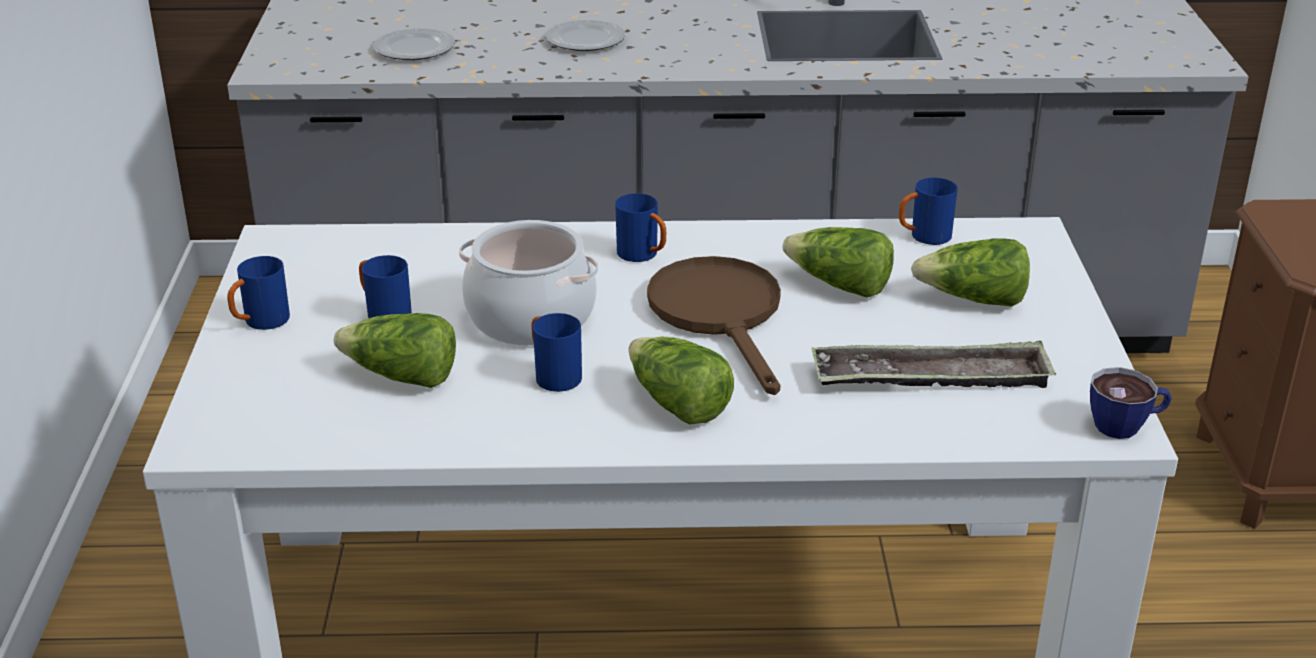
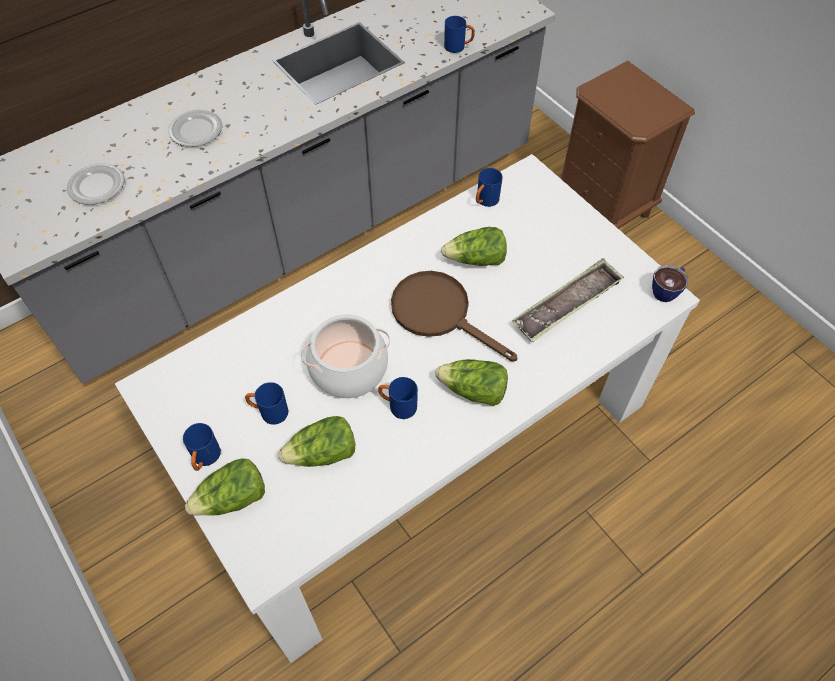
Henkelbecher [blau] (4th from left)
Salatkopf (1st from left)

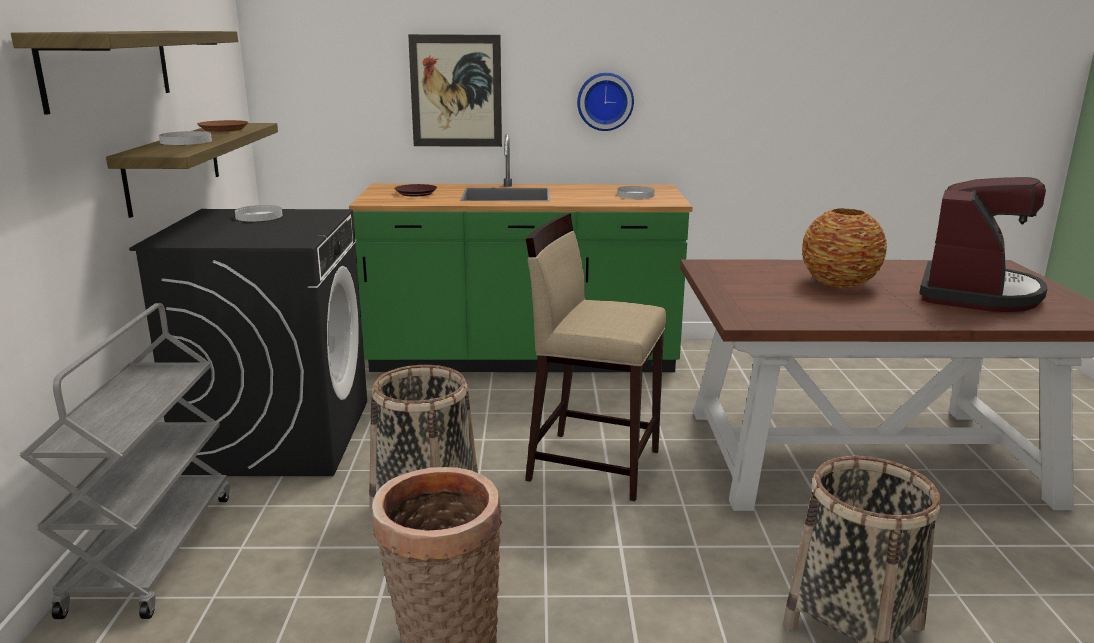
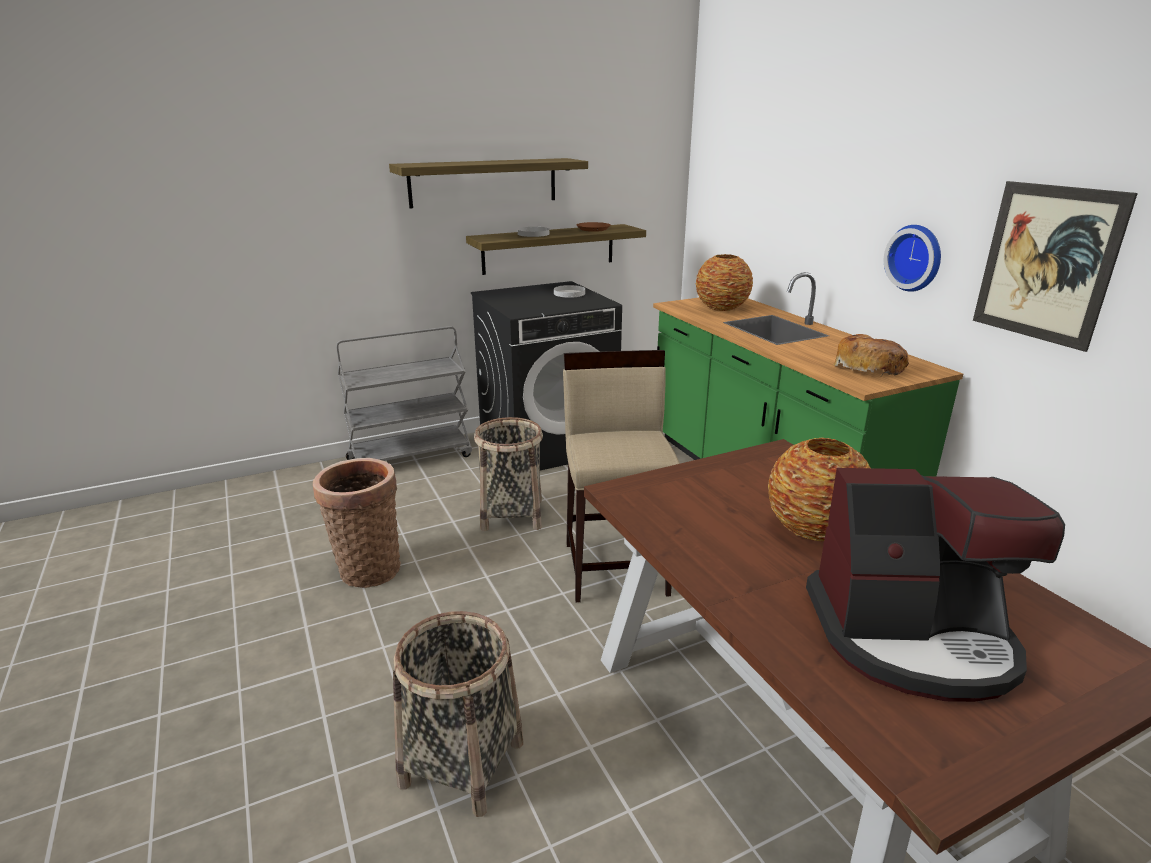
Bild
Vase (1st from left)
Brot

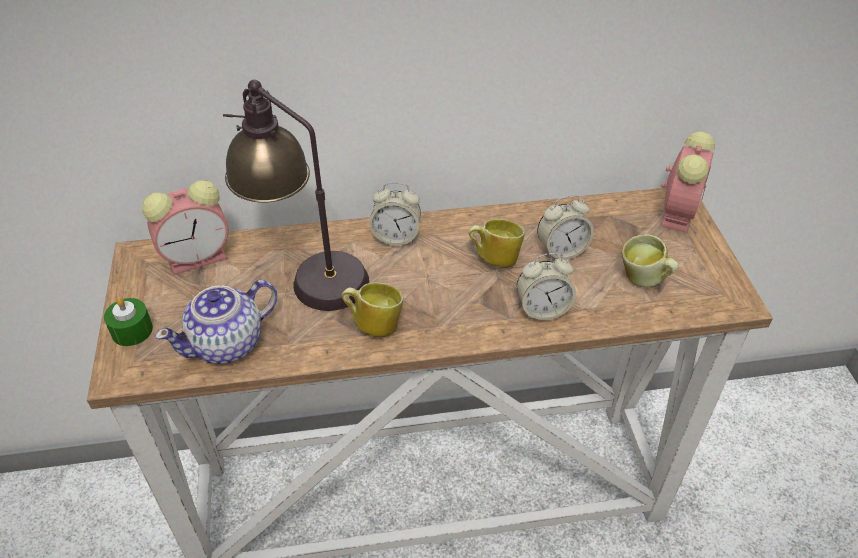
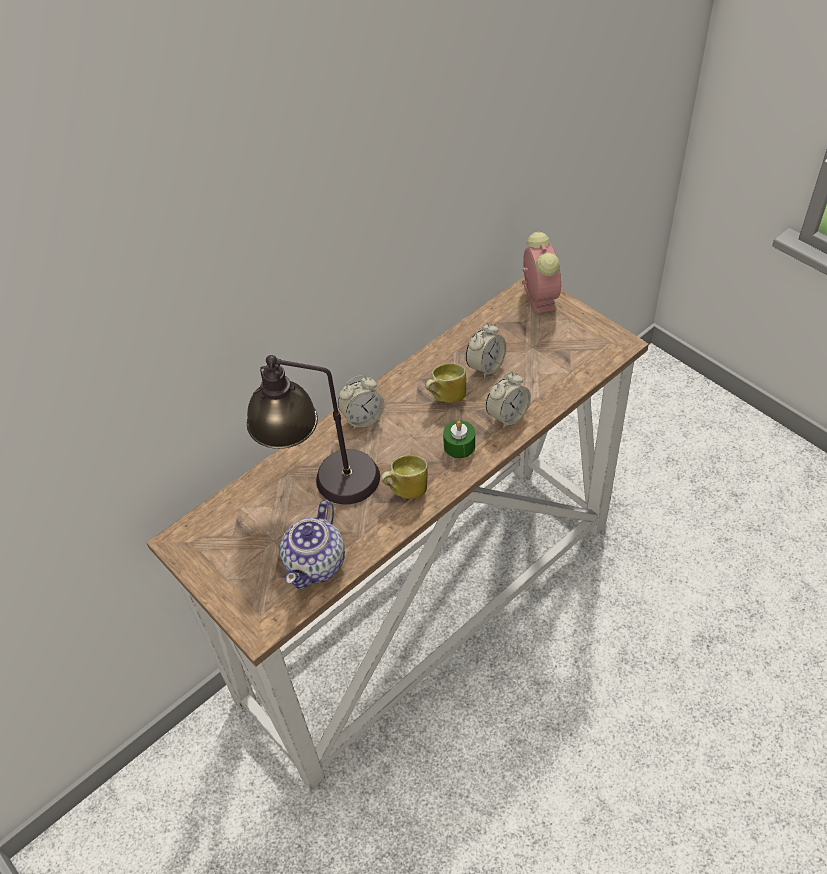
Wecker (1st from left in the first image)
Henkelbecher (3rd from left in the first image)
Kerze [grün]

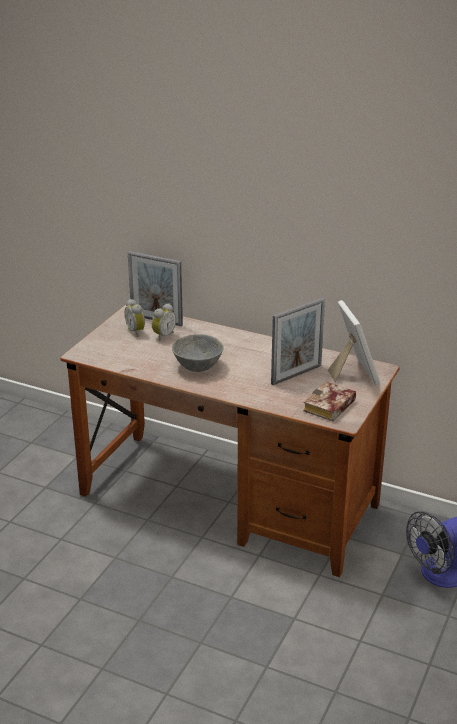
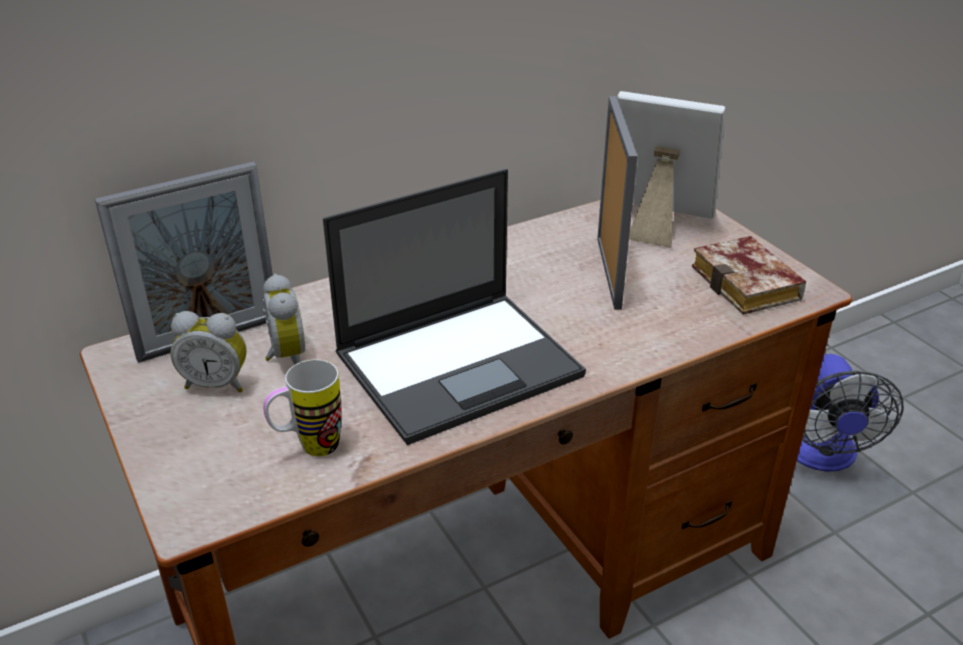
Laptop
Henkelbecher

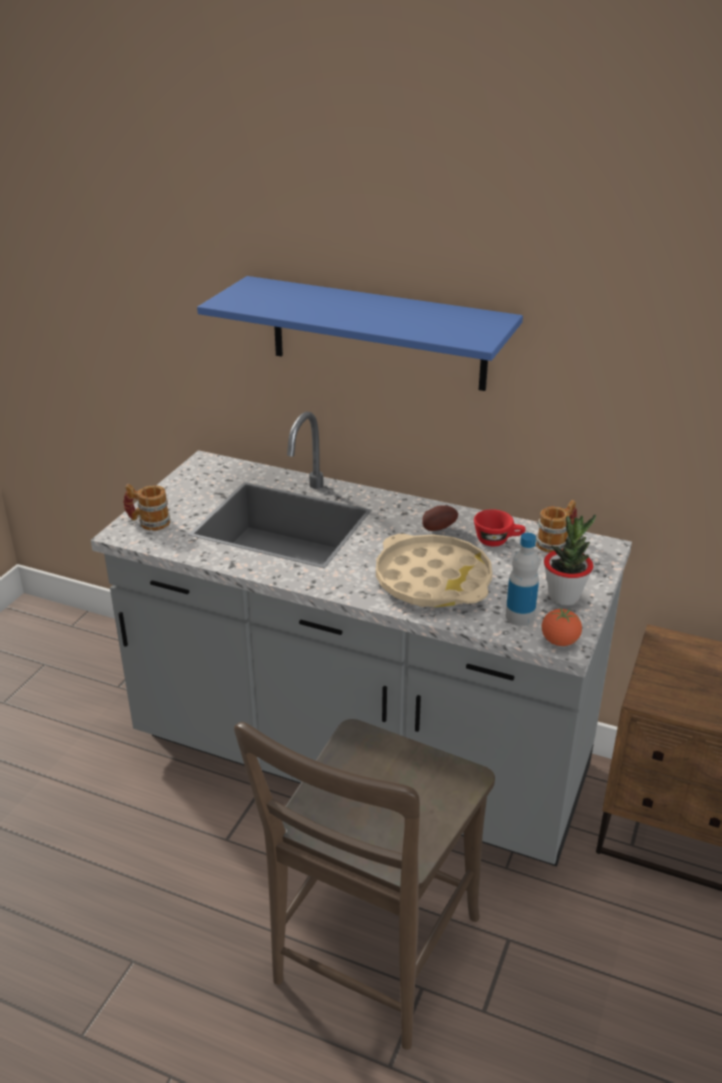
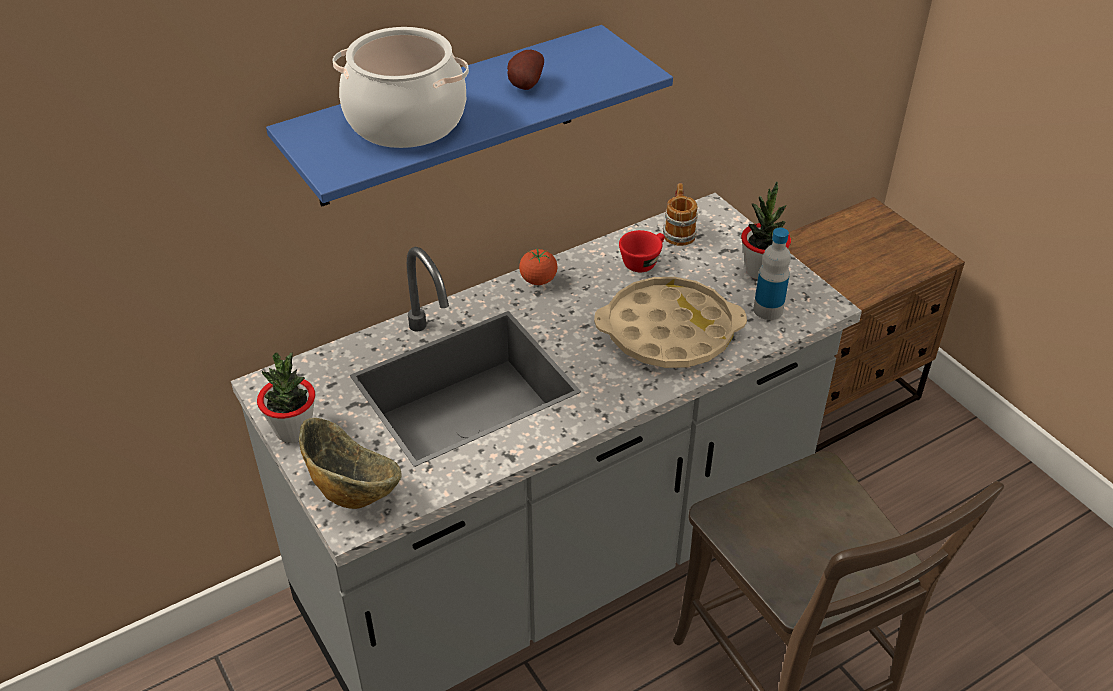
Schüssel
Kartoffel
Tomate
Kochtopf
Topfpflanze (1st from left)

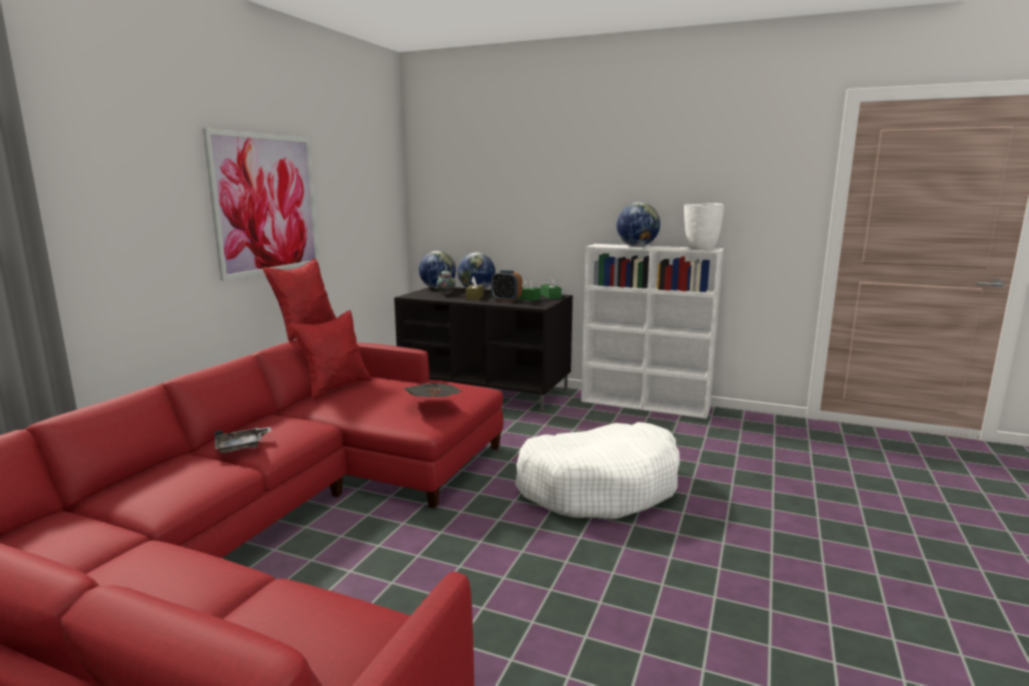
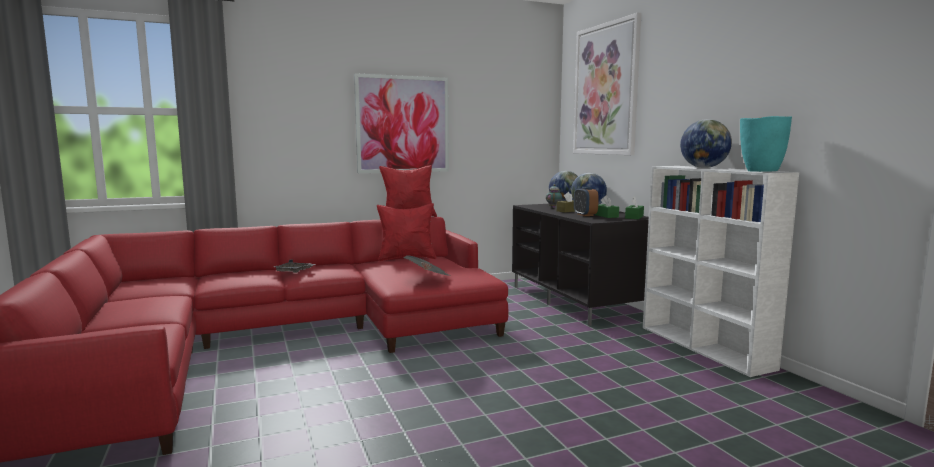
Vase [türkis]
Hundebett [weiß]
Bild (2nd from left)

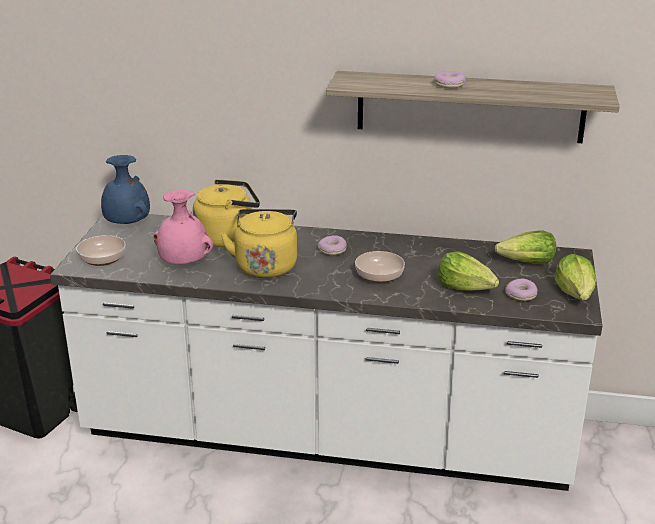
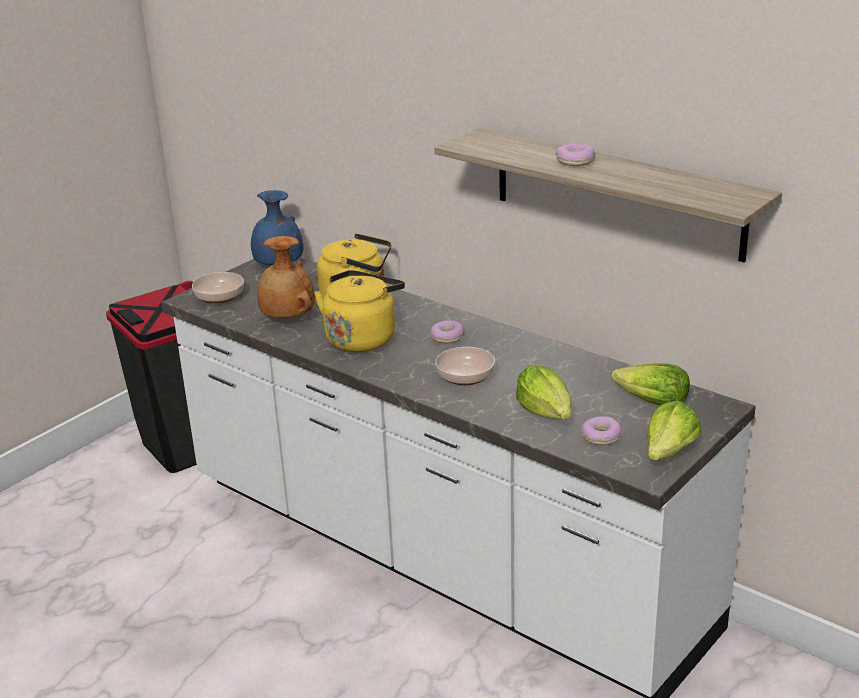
Vase [braun]

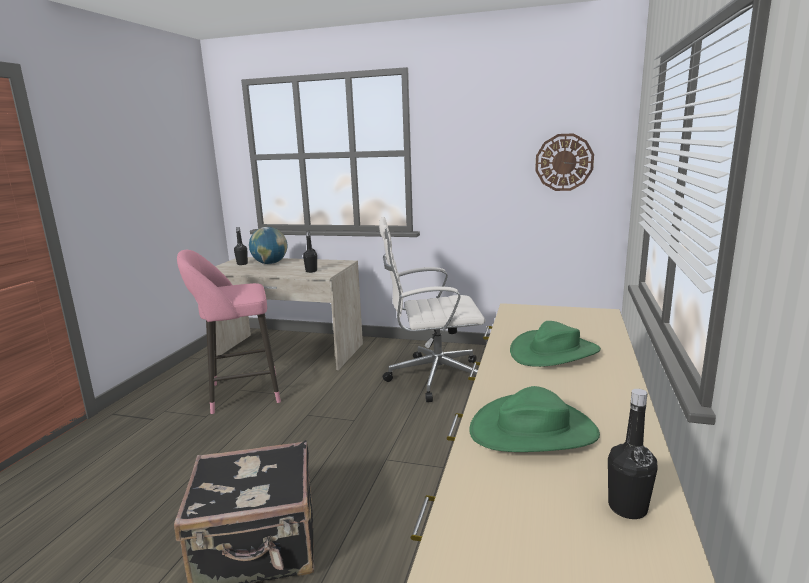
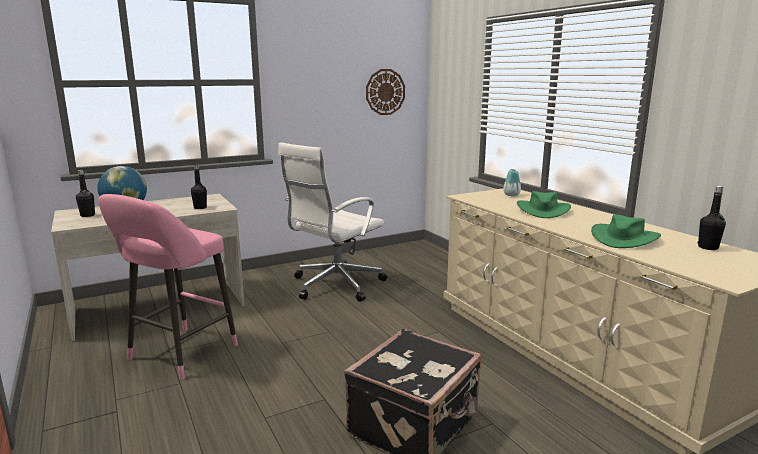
Vase

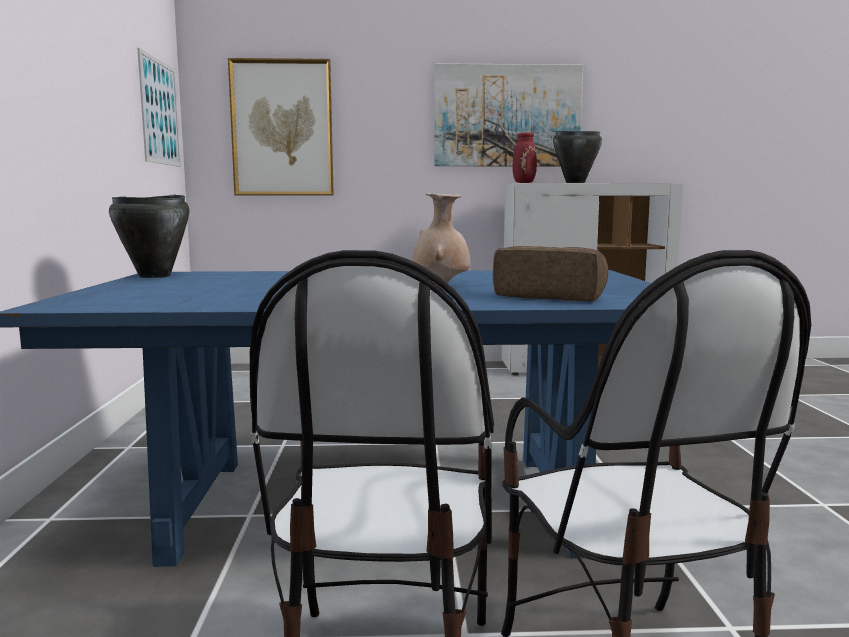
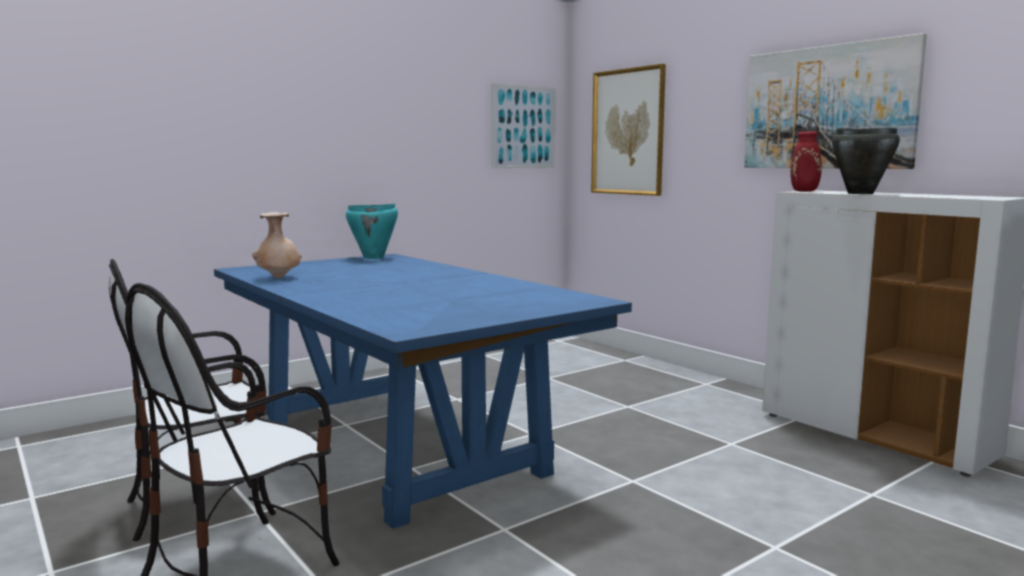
Vase [beige]
Kochtopf [türkis]
Brot

